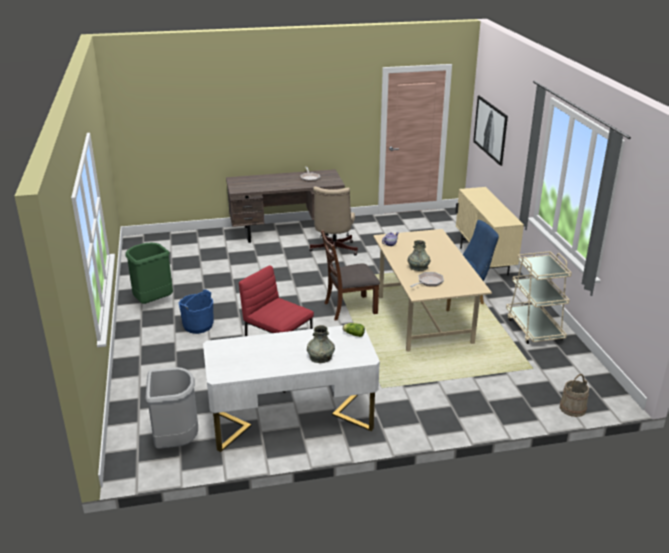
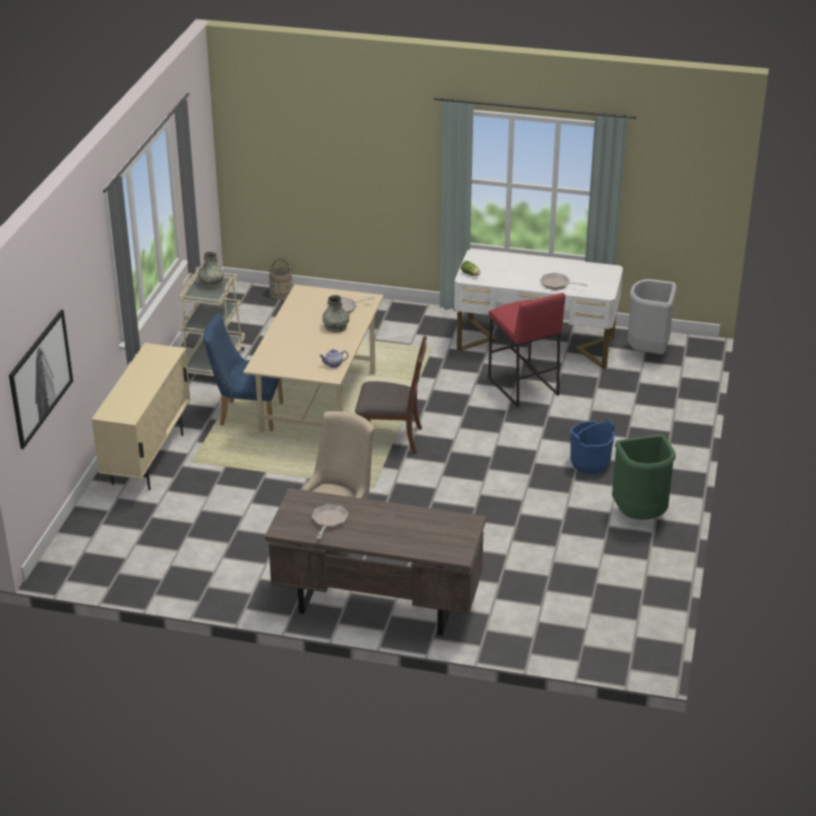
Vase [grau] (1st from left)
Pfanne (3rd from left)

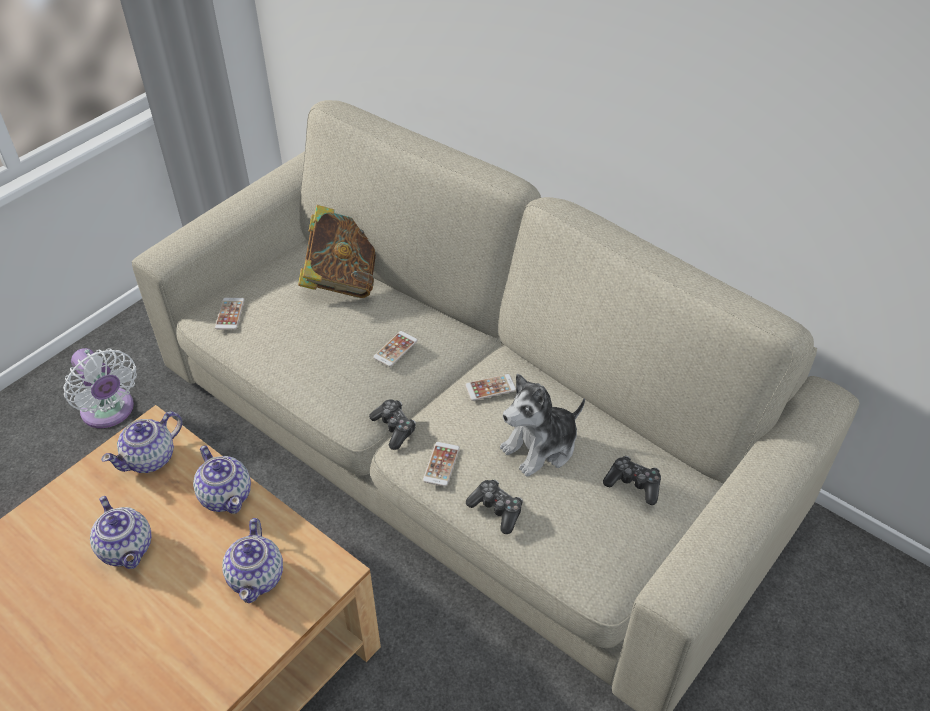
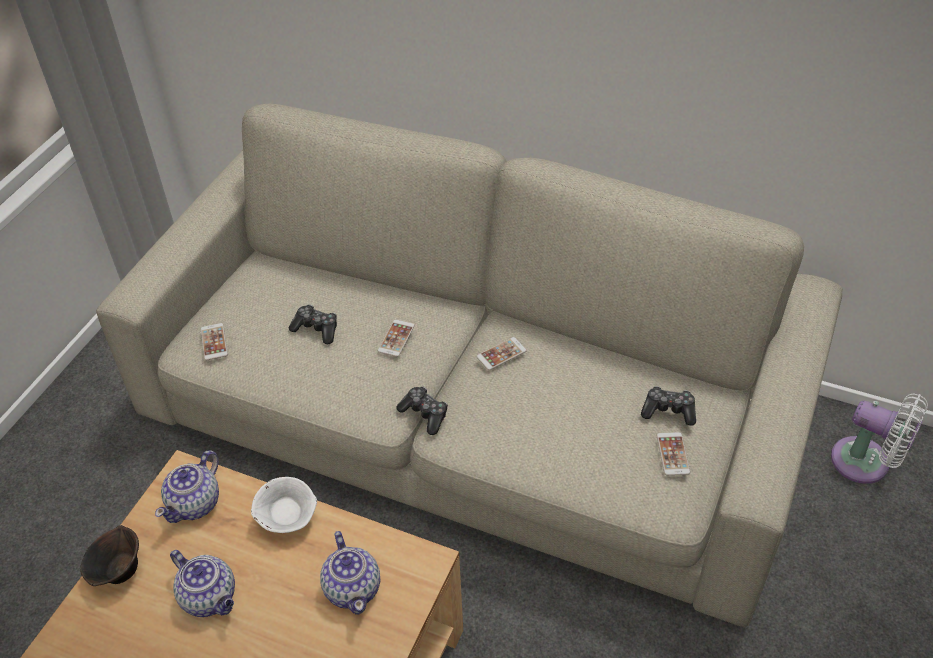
Buch
Ventilator [weiß]
Plüschtier
Handy (4th from left)
Schüssel [weiß]
Gamepad (1st from left)
Schüssel [braun]

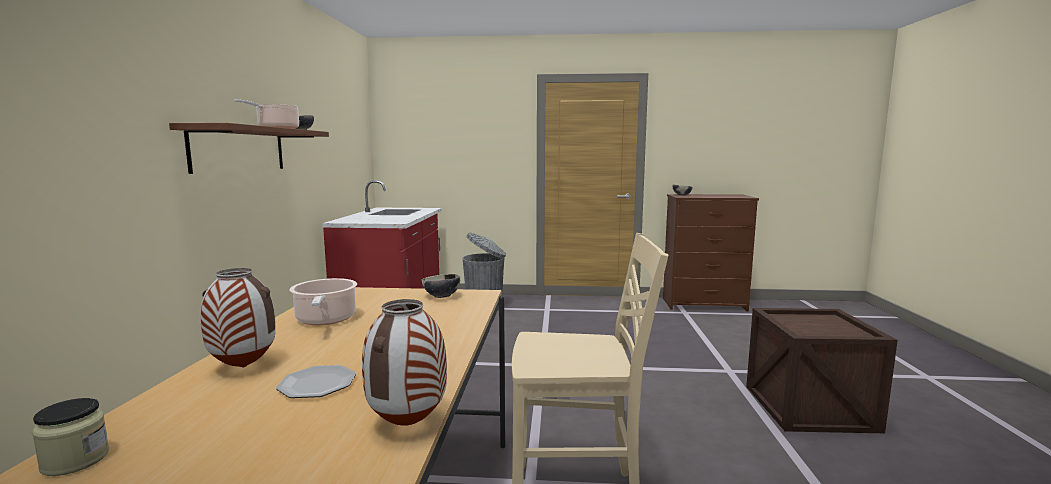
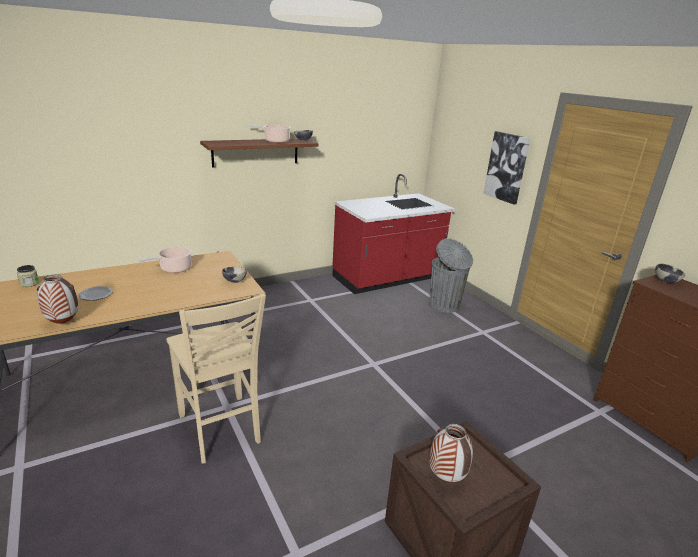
Vase (2nd from left)
Bild

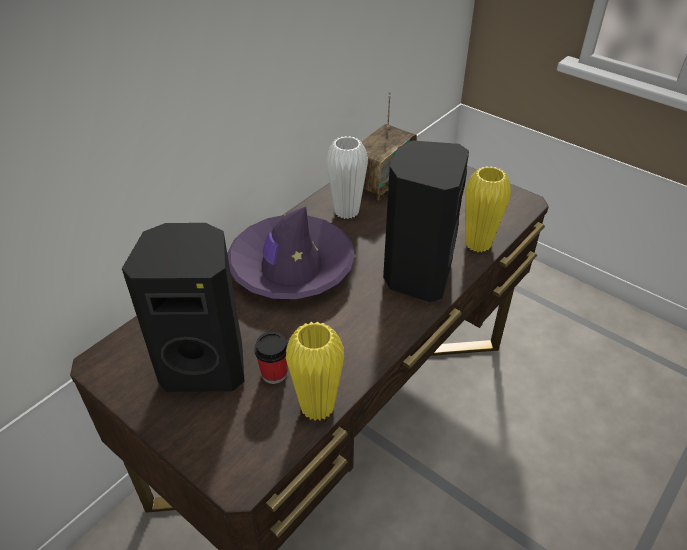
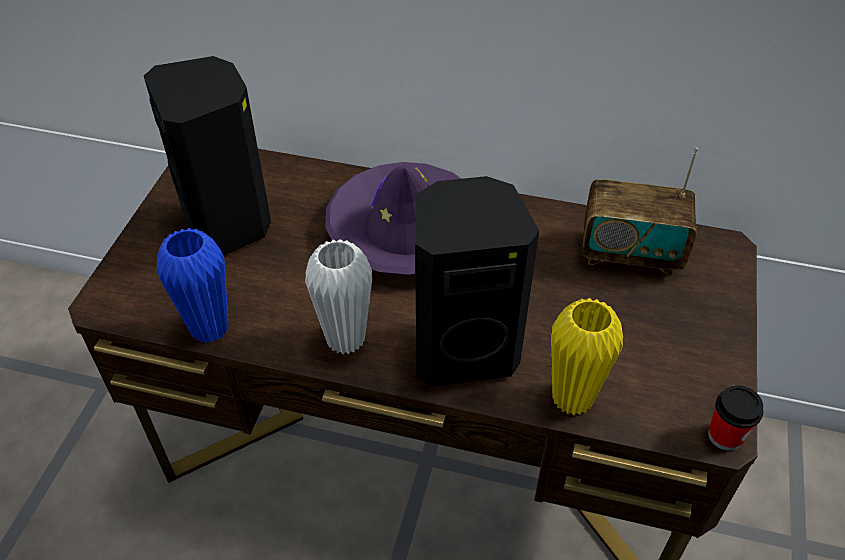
Vase [weiß]
Vase [blau]
Tasse

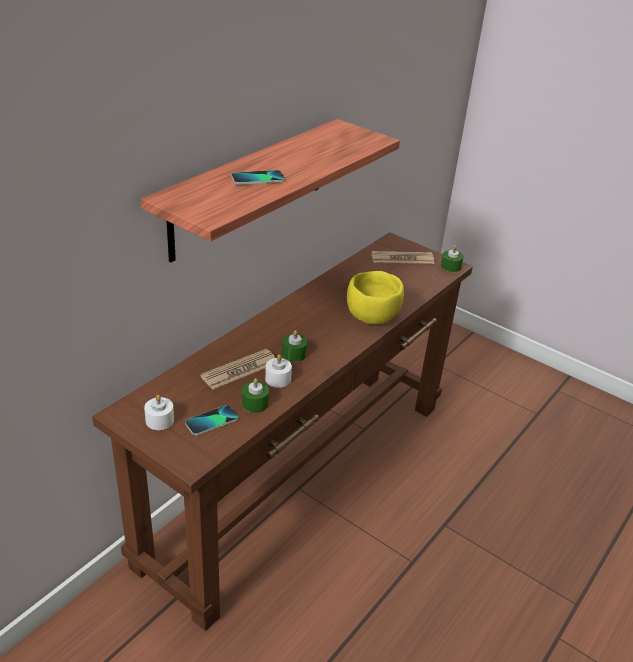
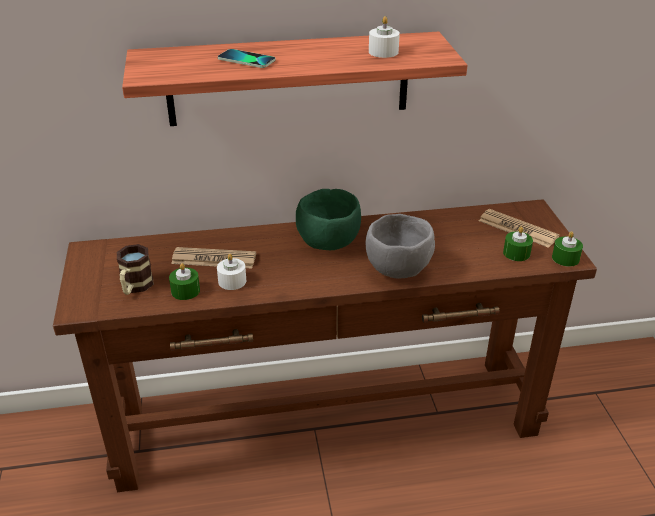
Schüssel [grau]
Kerze [grün] (2nd from left)
Kerze [weiß] (2nd from left)
Henkelbecher
Schüssel [grün]

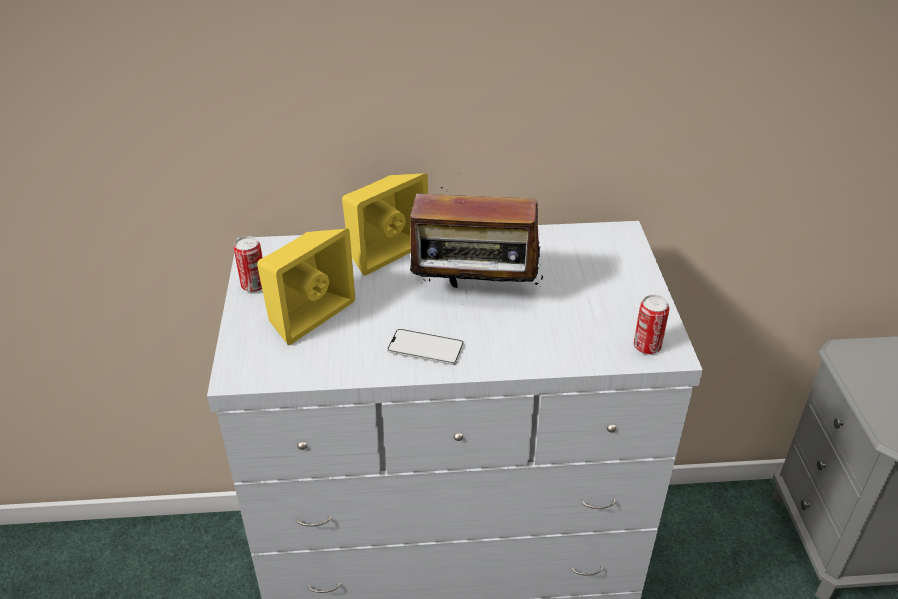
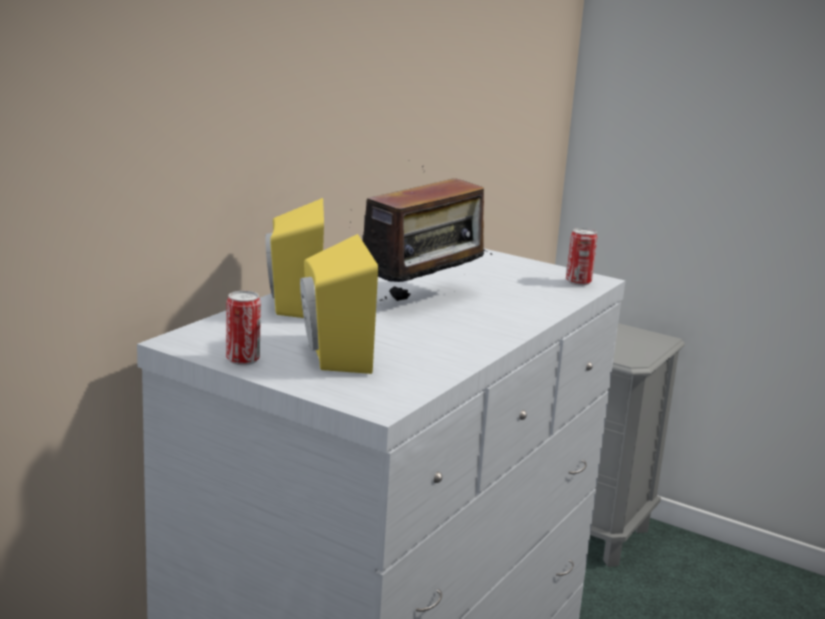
Handy

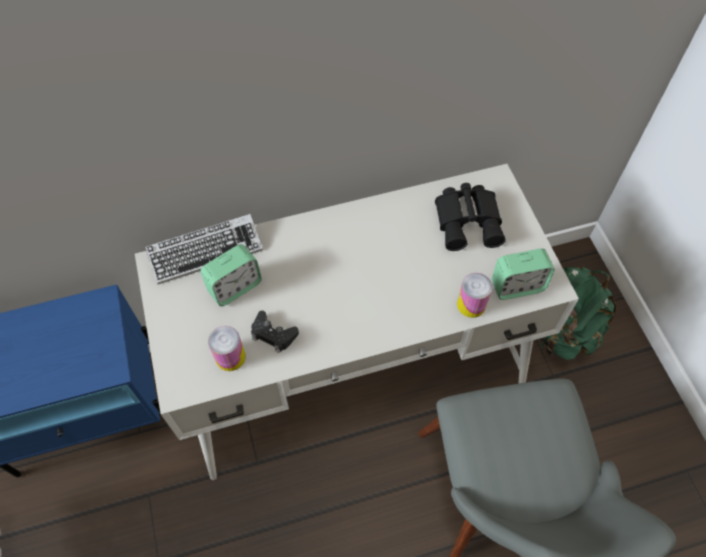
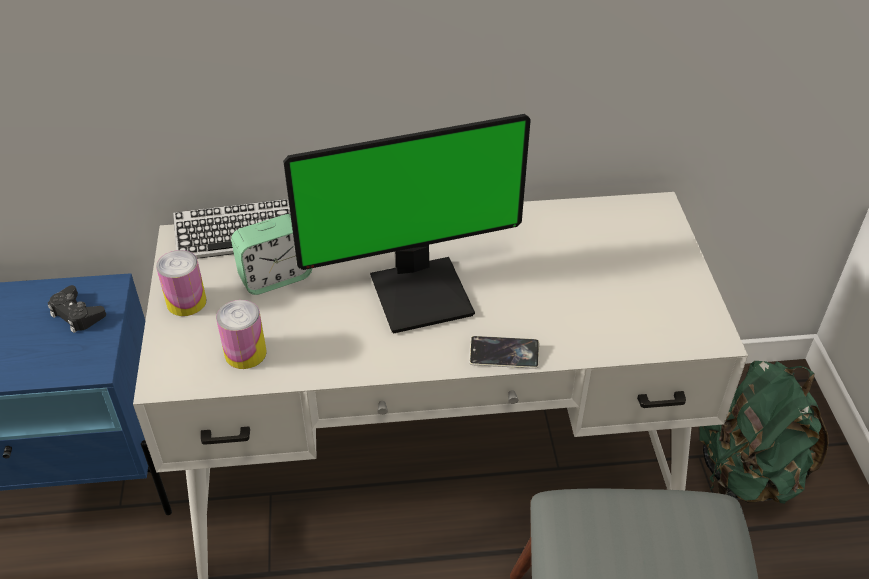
Fernglas [schwarz]
Wecker (2nd from left in the first image)
Dose (1st from left)
Gamepad [schwarz]
Monitor
Handy

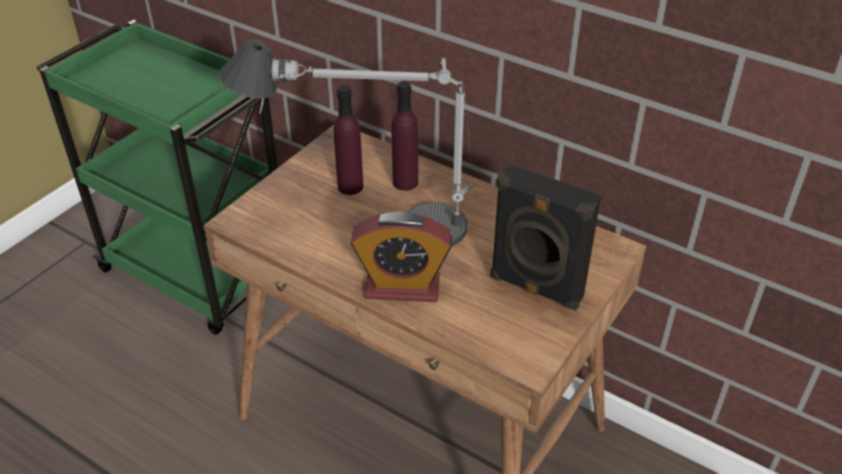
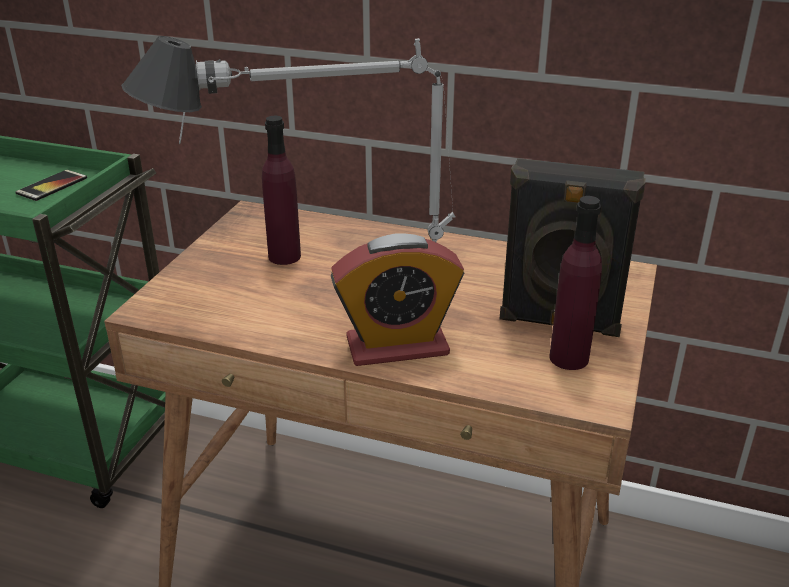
Flasche [lila] (2nd from left)
Handy

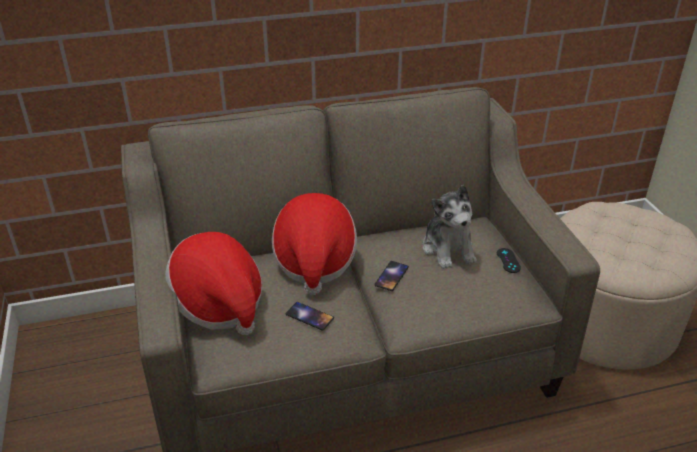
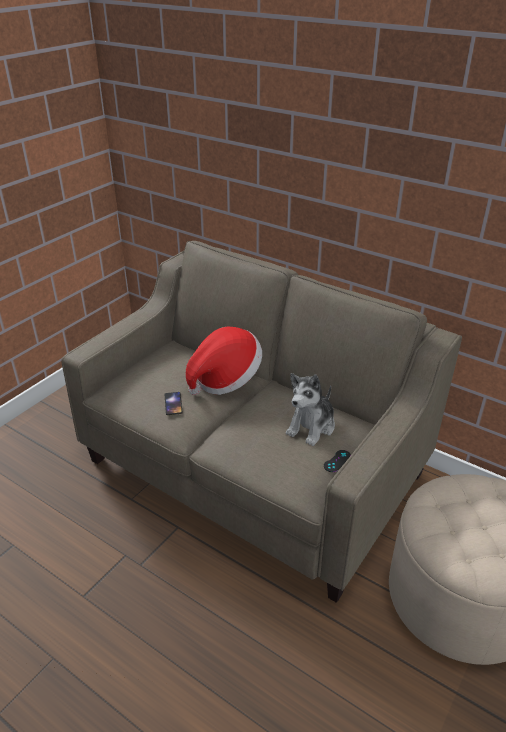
Hut (1st from left in the first image)
Handy (2nd from left in the first image)

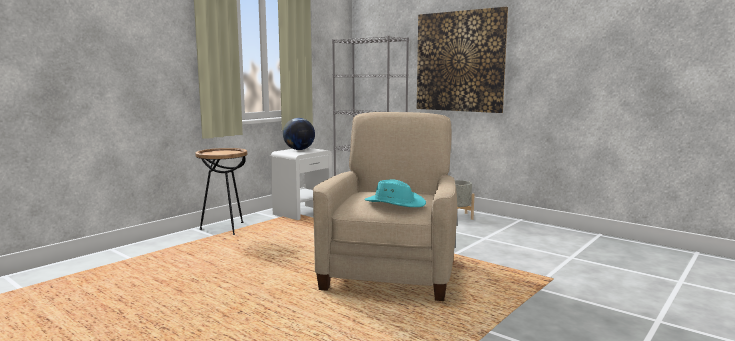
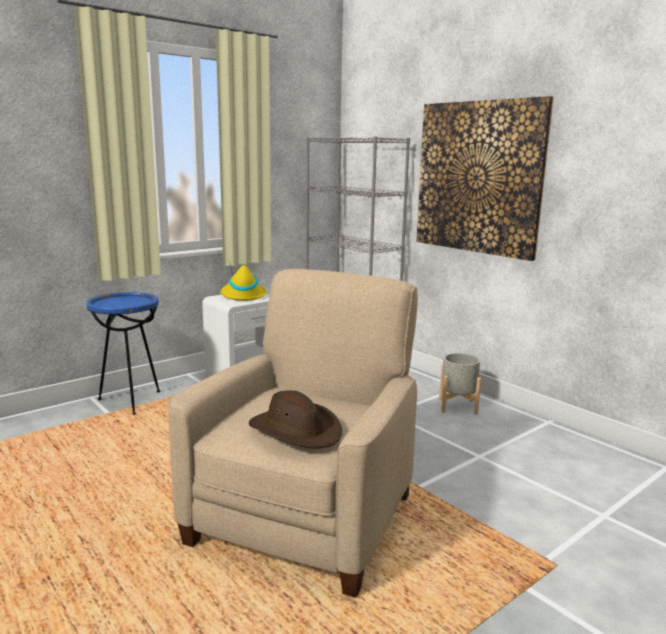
Hut [gelb]
Beistelltisch [blau]
Hut [braun]

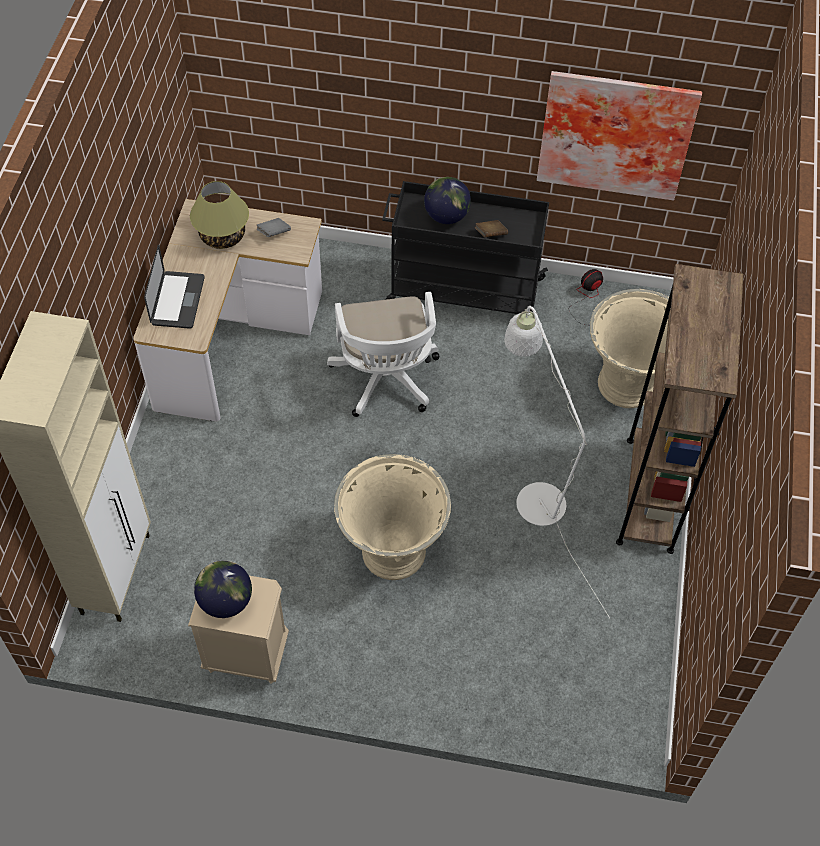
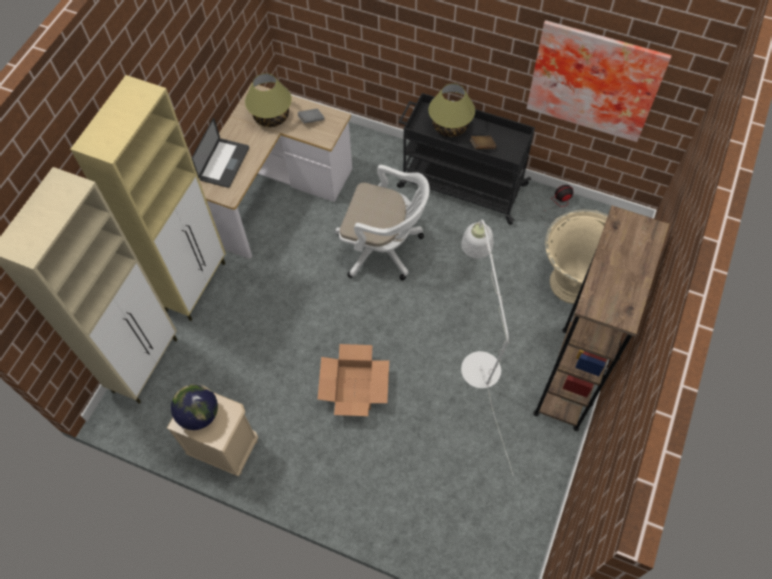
Tischlampe (2nd from left)
Bürostuhl [weiß]
Karton
Schrank [beige] (2nd from left)

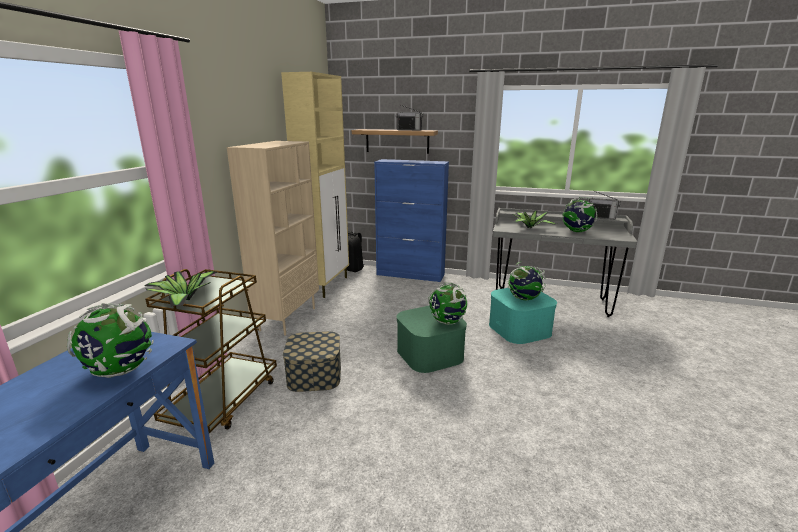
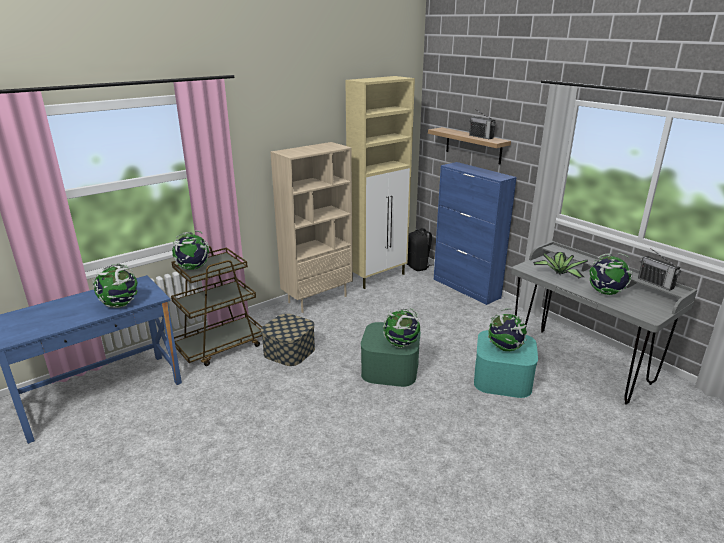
Globus (2nd from left)

